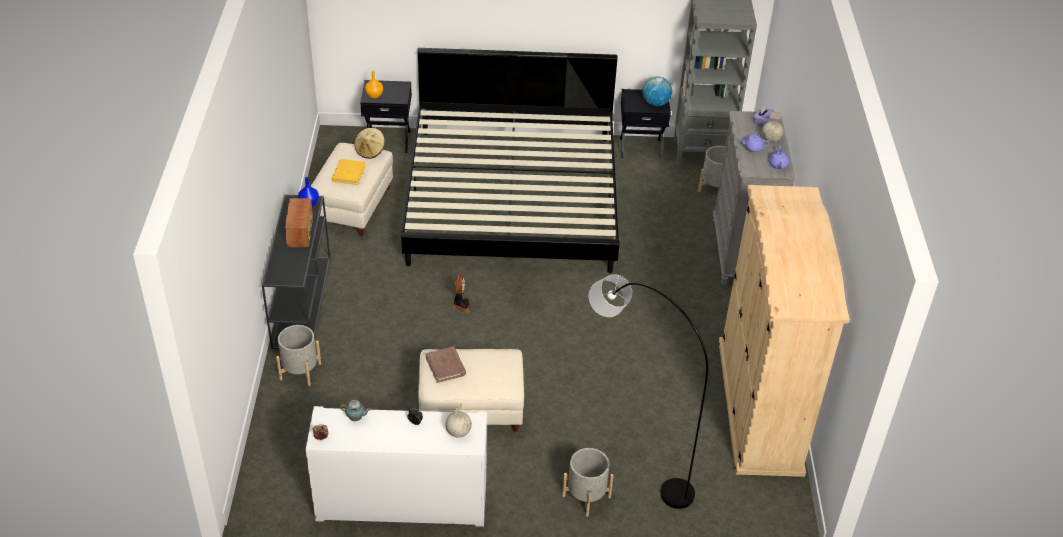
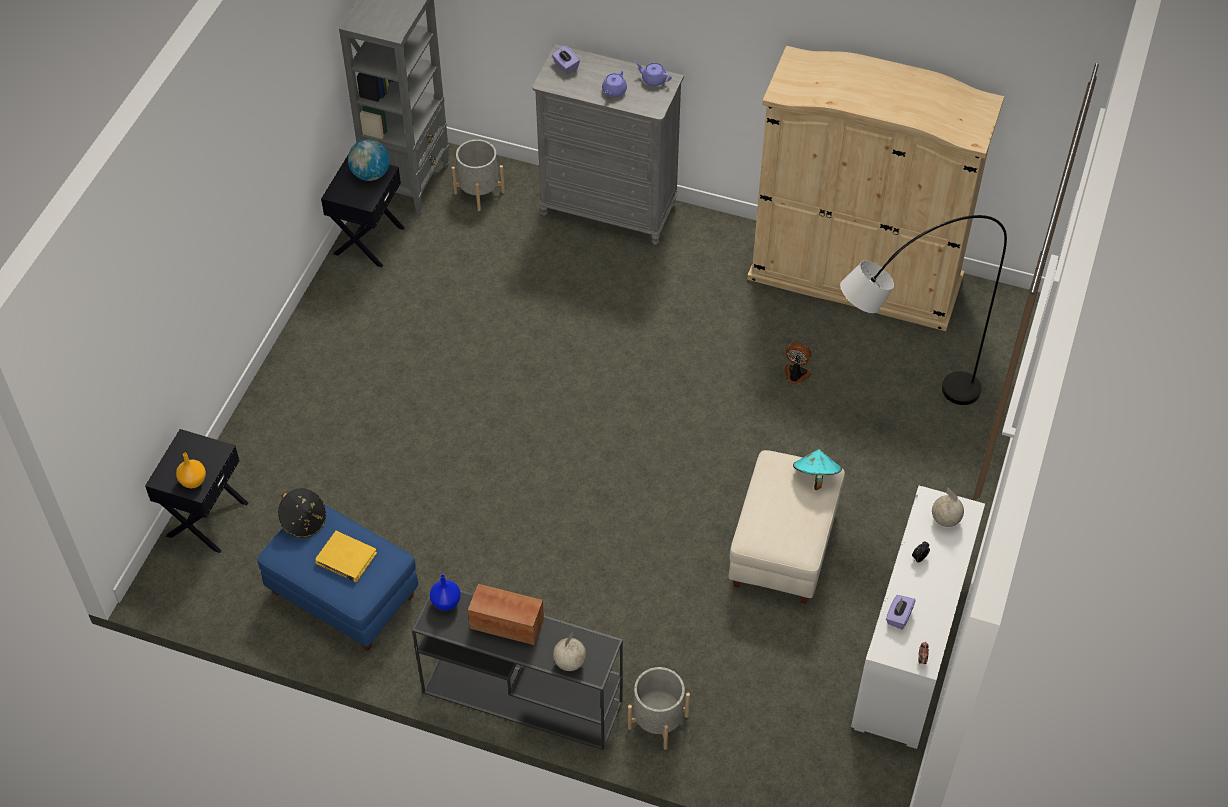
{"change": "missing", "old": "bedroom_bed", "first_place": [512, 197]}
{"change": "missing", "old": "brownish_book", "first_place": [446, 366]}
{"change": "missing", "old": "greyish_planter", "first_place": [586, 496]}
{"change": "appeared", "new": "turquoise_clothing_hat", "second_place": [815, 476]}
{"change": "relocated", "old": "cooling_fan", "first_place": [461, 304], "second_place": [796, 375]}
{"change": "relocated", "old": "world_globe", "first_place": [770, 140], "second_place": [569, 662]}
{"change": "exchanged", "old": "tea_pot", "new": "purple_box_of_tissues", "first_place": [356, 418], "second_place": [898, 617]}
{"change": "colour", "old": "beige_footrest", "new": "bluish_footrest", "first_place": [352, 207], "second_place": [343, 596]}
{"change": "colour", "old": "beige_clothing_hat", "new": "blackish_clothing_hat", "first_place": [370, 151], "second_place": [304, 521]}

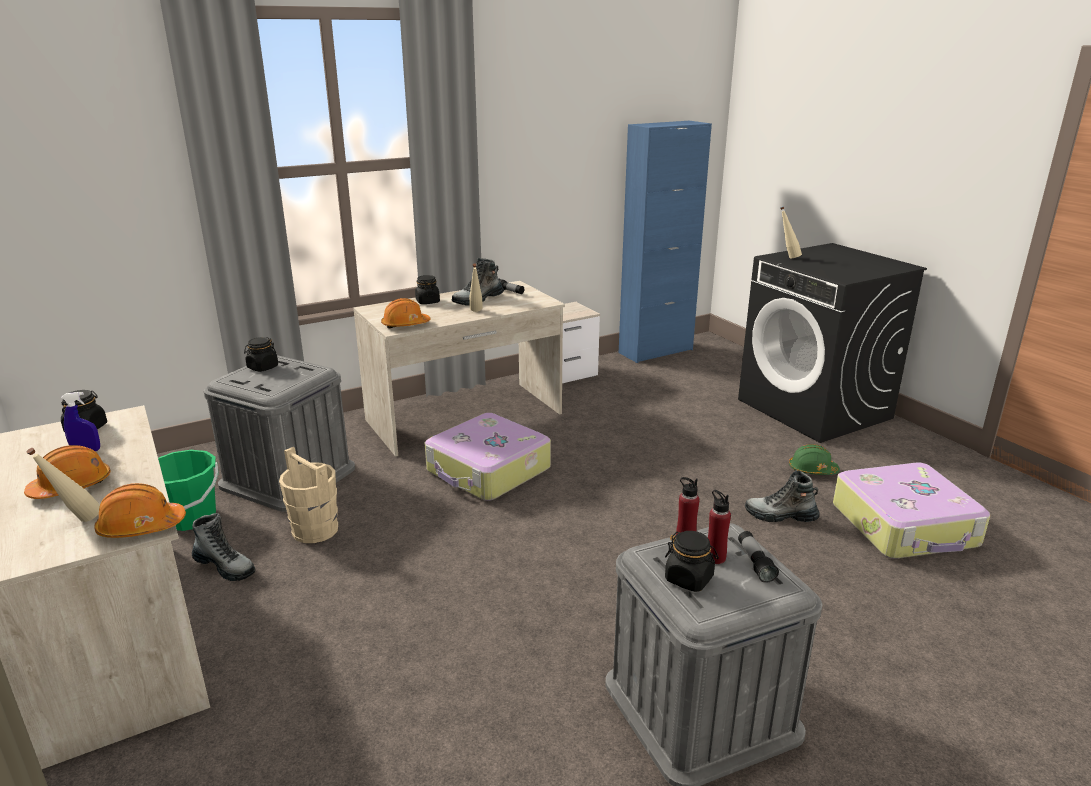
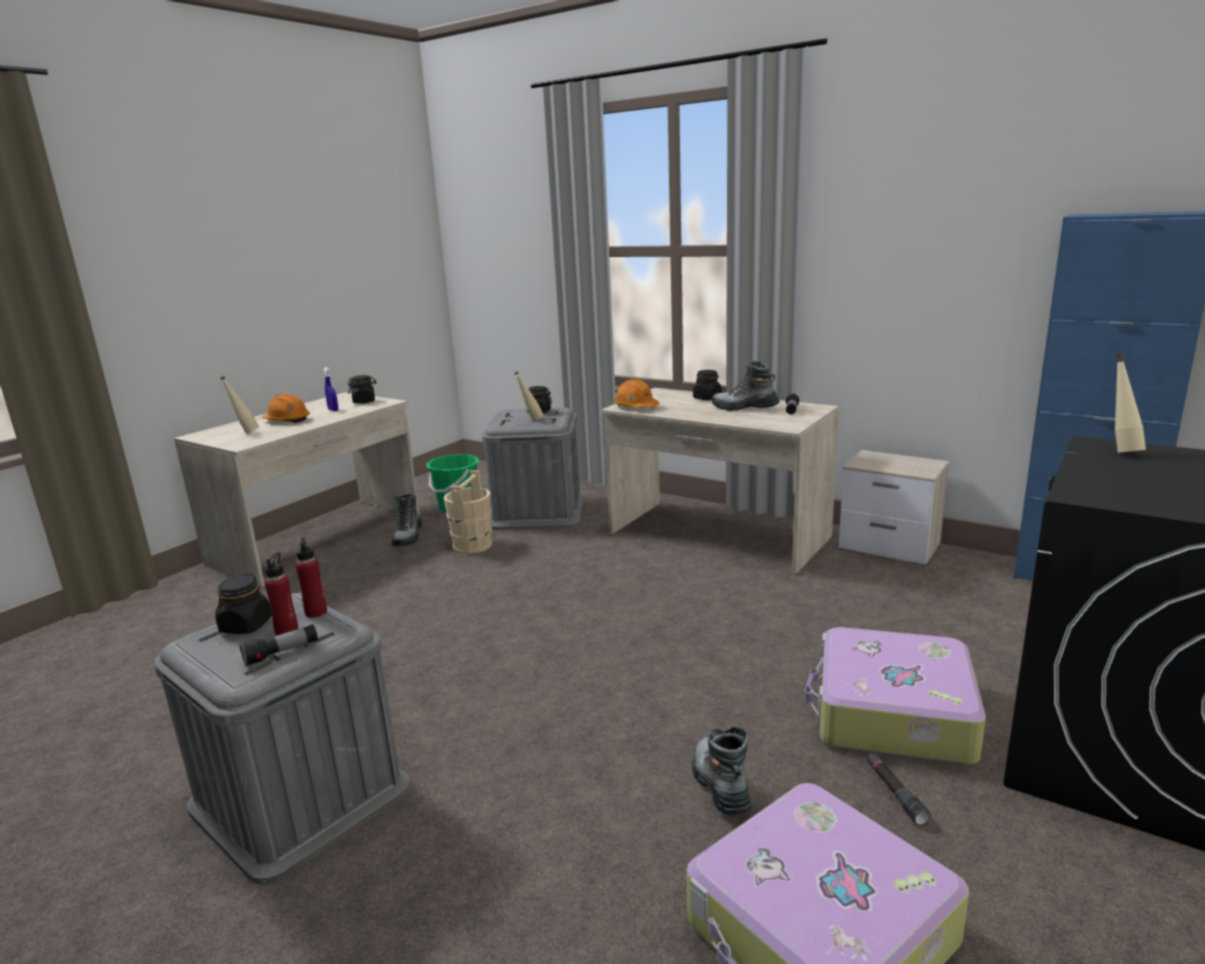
{"change": "missing", "old": "orangey_safety_helmet", "first_place": [141, 527]}
{"change": "relocated", "old": "piece_of_luggage", "first_place": [488, 471], "second_place": [891, 714]}
{"change": "relocated", "old": "beige_beverage_bottle", "first_place": [476, 312], "second_place": [531, 420]}
{"change": "exchanged", "old": "green-coloured_safety_helmet", "new": "blackish_flashlight", "first_place": [812, 470], "second_place": [895, 793]}

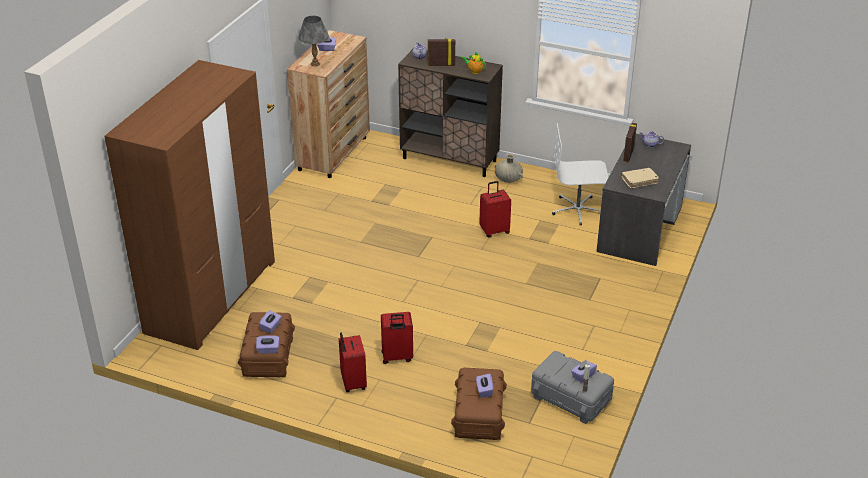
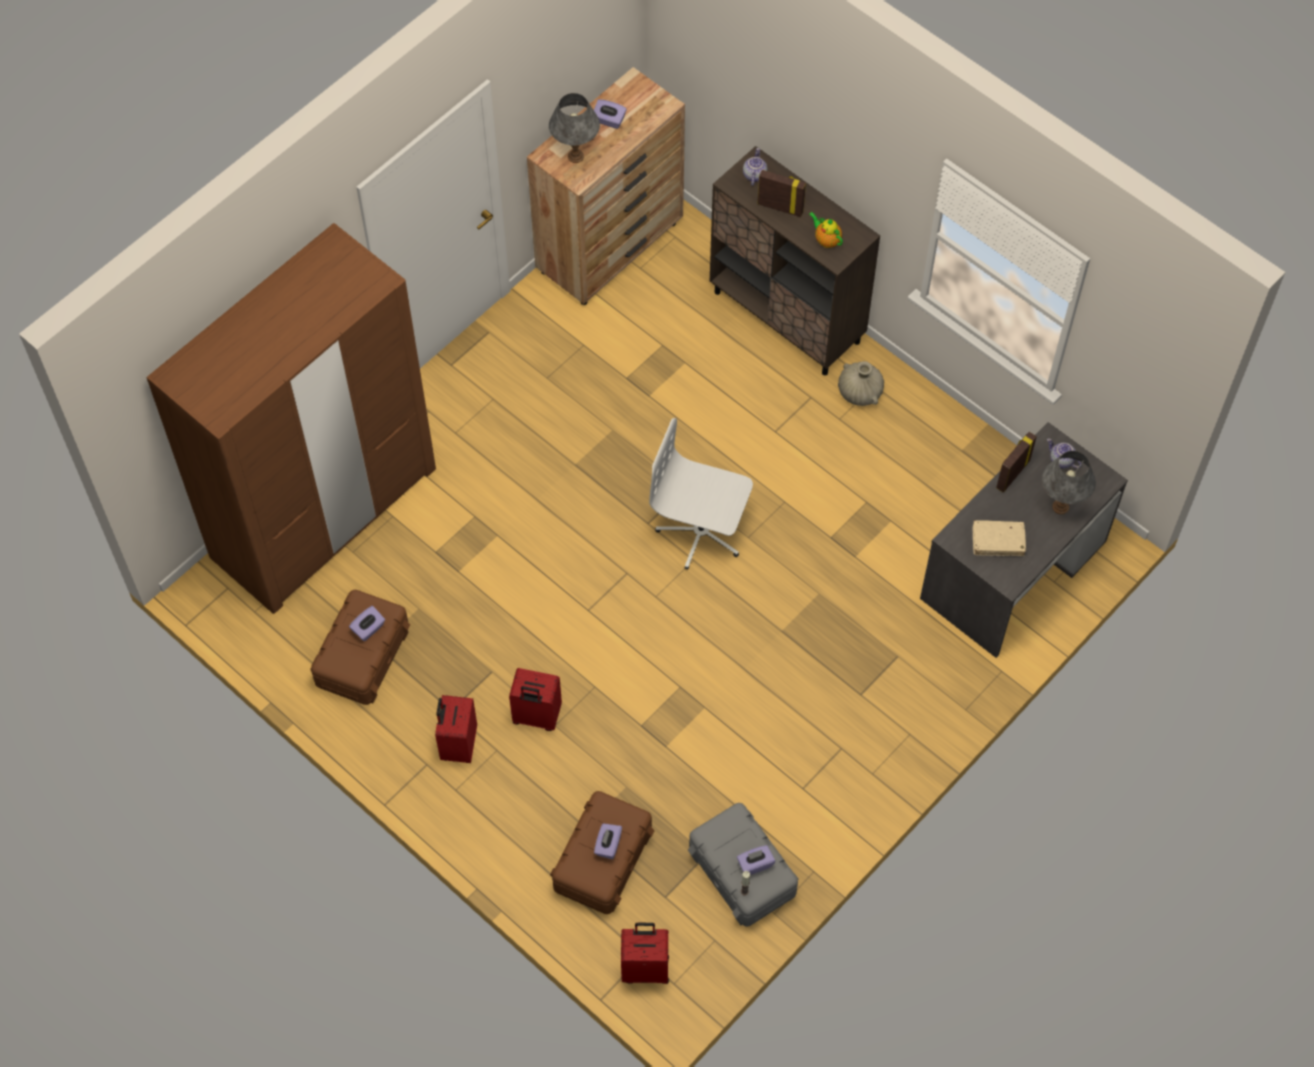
{"change": "missing", "old": "purple_box_of_tissues", "first_place": [268, 350]}
{"change": "appeared", "new": "greyish_tabletop_lamp", "second_place": [1060, 506]}
{"change": "relocated", "old": "red_piece_of_luggage", "first_place": [494, 231], "second_place": [645, 968]}
{"change": "relocated", "old": "whitish_computer_chair", "first_place": [578, 210], "second_place": [701, 533]}

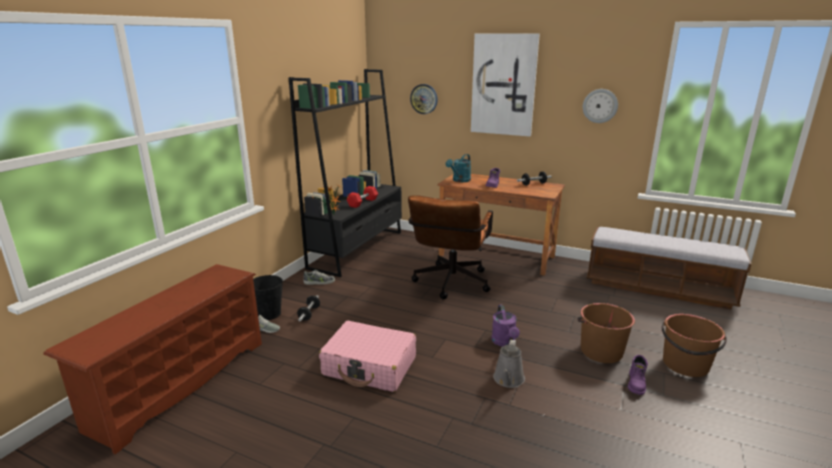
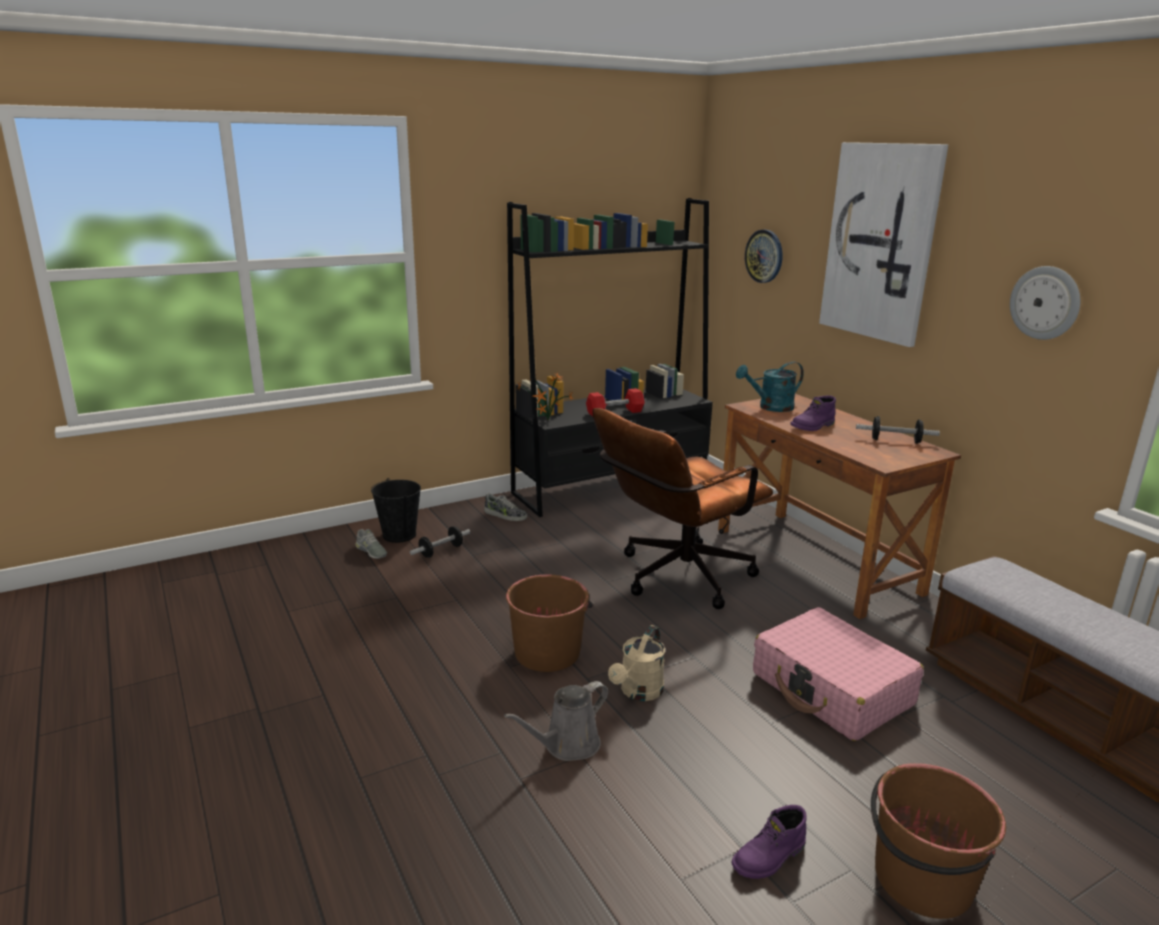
{"change": "missing", "old": "brownish_shoe_rack", "first_place": [180, 382]}
{"change": "relocated", "old": "pink_piece_of_luggage", "first_place": [370, 366], "second_place": [832, 689]}
{"change": "relocated", "old": "brownish_pail", "first_place": [600, 351], "second_place": [547, 652]}
{"change": "colour", "old": "purple_sprinkling_can", "new": "beige_sprinkling_can", "first_place": [504, 342], "second_place": [638, 692]}

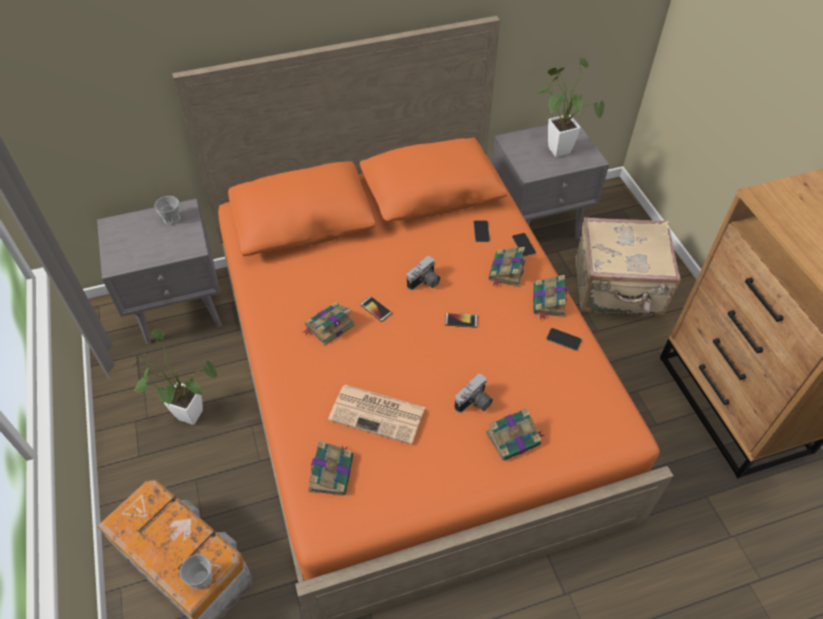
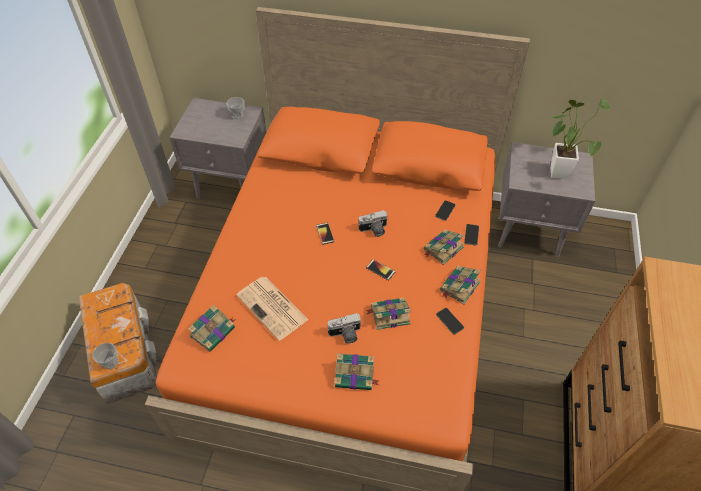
{"change": "missing", "old": "plant_in_a_pot", "first_place": [185, 413]}
{"change": "missing", "old": "beige_piece_of_luggage", "first_place": [618, 289]}
{"change": "relocated", "old": "book", "first_place": [329, 326], "second_place": [389, 315]}

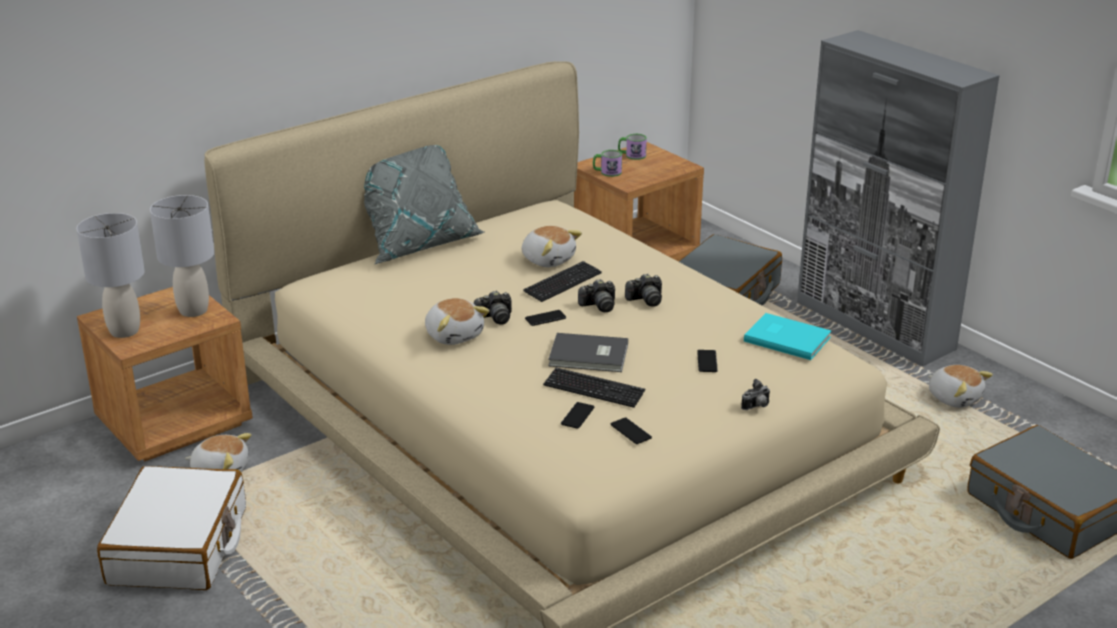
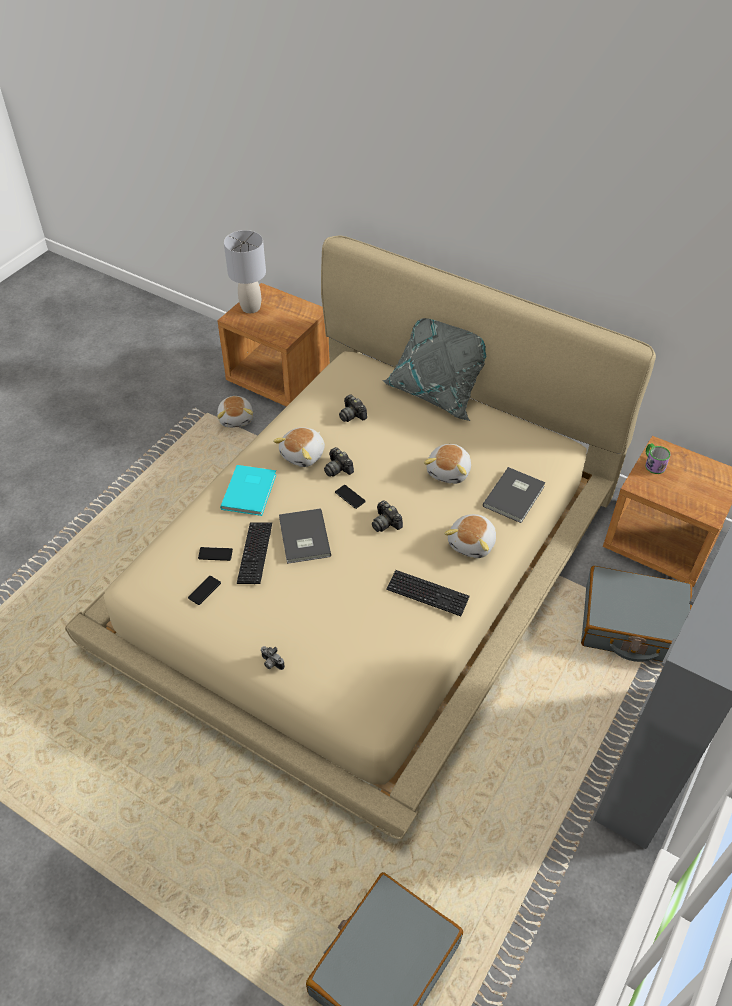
{"change": "missing", "old": "whitish_piece_of_luggage", "first_place": [179, 546]}
{"change": "missing", "old": "greyish_tabletop_lamp", "first_place": [194, 310]}
{"change": "missing", "old": "coffee_mug", "first_place": [632, 155]}
{"change": "missing", "old": "telephone", "first_place": [707, 361]}
{"change": "appeared", "new": "greyish_book", "second_place": [515, 496]}
{"change": "relocated", "old": "computer_keyboard", "first_place": [562, 283], "second_place": [427, 594]}
{"change": "relocated", "old": "still_camera", "first_place": [646, 300], "second_place": [352, 415]}
{"change": "relocated", "old": "turquoise_book", "first_place": [786, 338], "second_place": [251, 491]}
{"change": "relocated", "old": "cuddly_toy", "first_place": [954, 398], "second_place": [472, 543]}

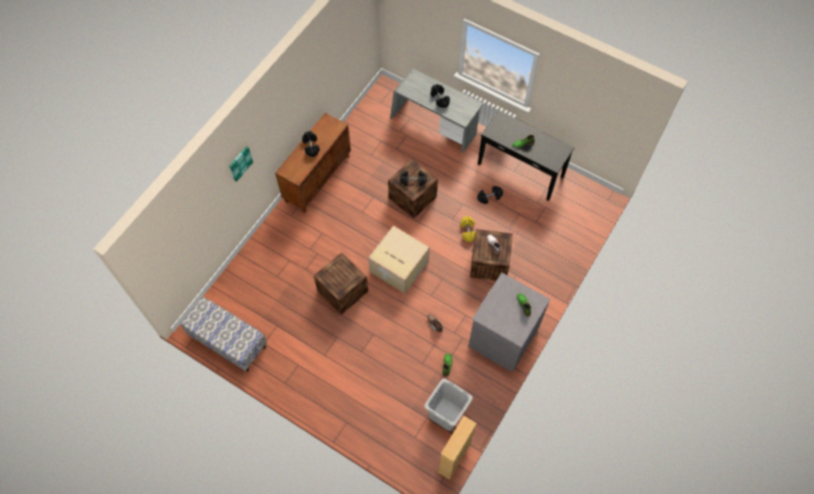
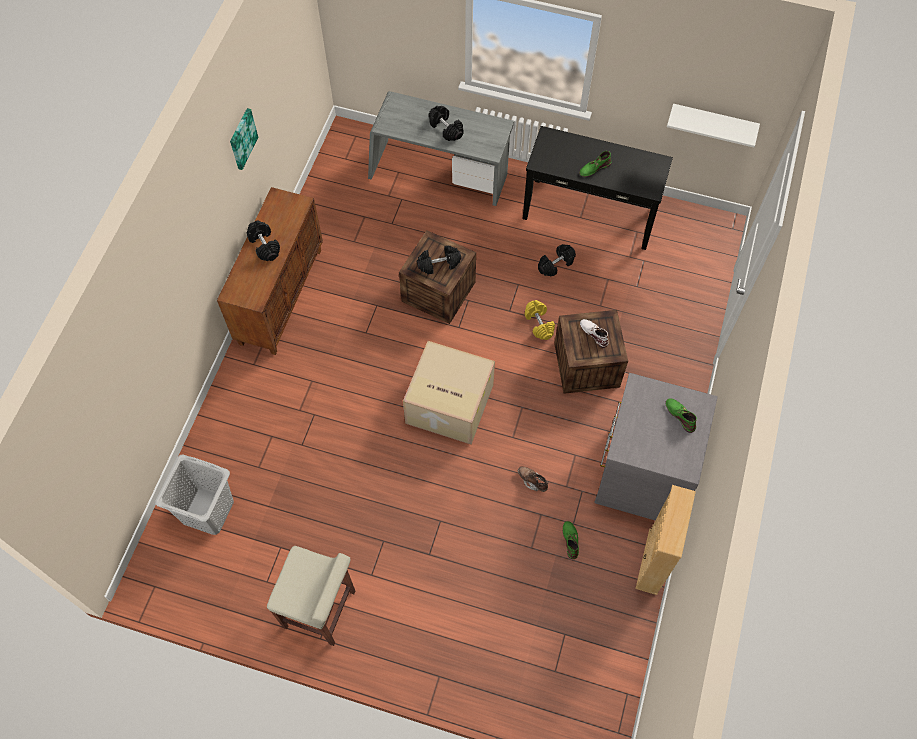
{"change": "missing", "old": "long_seat", "first_place": [228, 341]}
{"change": "missing", "old": "packing_crate", "first_place": [342, 291]}
{"change": "appeared", "new": "beige_sitting_stool", "second_place": [321, 610]}
{"change": "appeared", "new": "whitish_wall_shelf", "second_place": [713, 122]}
{"change": "relocated", "old": "wall_picture", "first_place": [240, 163], "second_place": [242, 138]}
{"change": "relocated", "old": "greyish_laundry_basket", "first_place": [446, 414], "second_place": [207, 511]}
{"change": "relocated", "old": "beige_bookshelf", "first_place": [454, 458], "second_place": [653, 561]}

